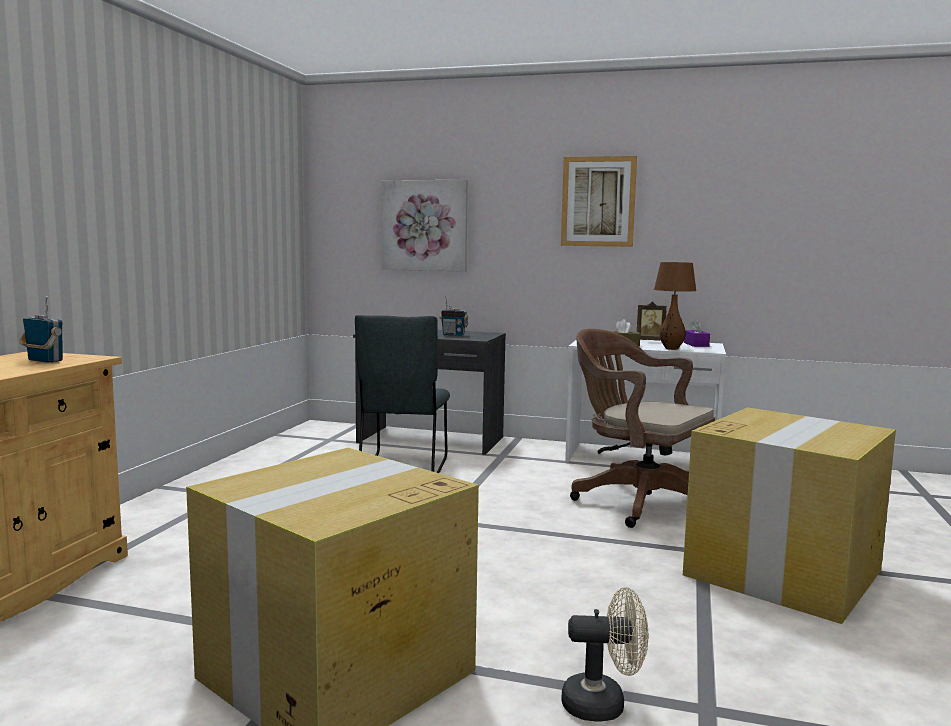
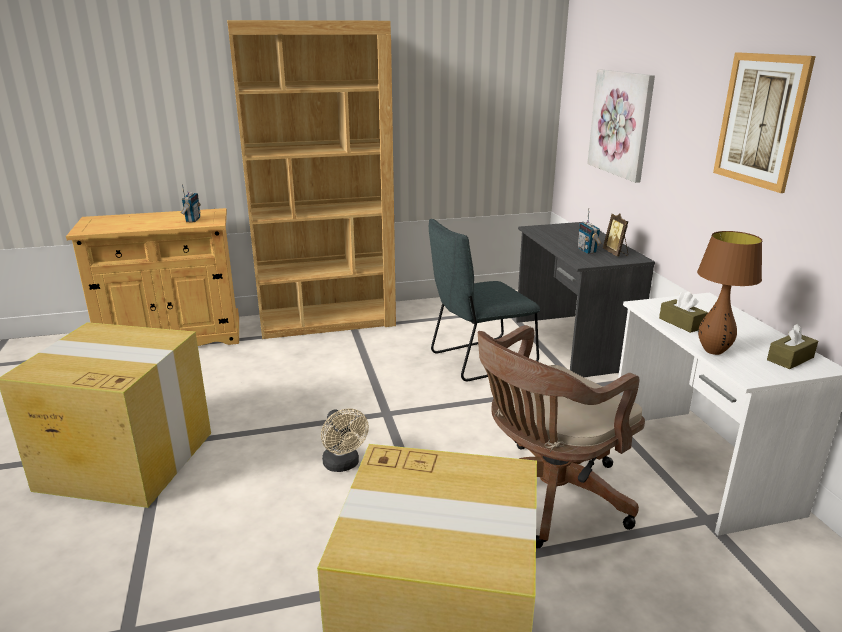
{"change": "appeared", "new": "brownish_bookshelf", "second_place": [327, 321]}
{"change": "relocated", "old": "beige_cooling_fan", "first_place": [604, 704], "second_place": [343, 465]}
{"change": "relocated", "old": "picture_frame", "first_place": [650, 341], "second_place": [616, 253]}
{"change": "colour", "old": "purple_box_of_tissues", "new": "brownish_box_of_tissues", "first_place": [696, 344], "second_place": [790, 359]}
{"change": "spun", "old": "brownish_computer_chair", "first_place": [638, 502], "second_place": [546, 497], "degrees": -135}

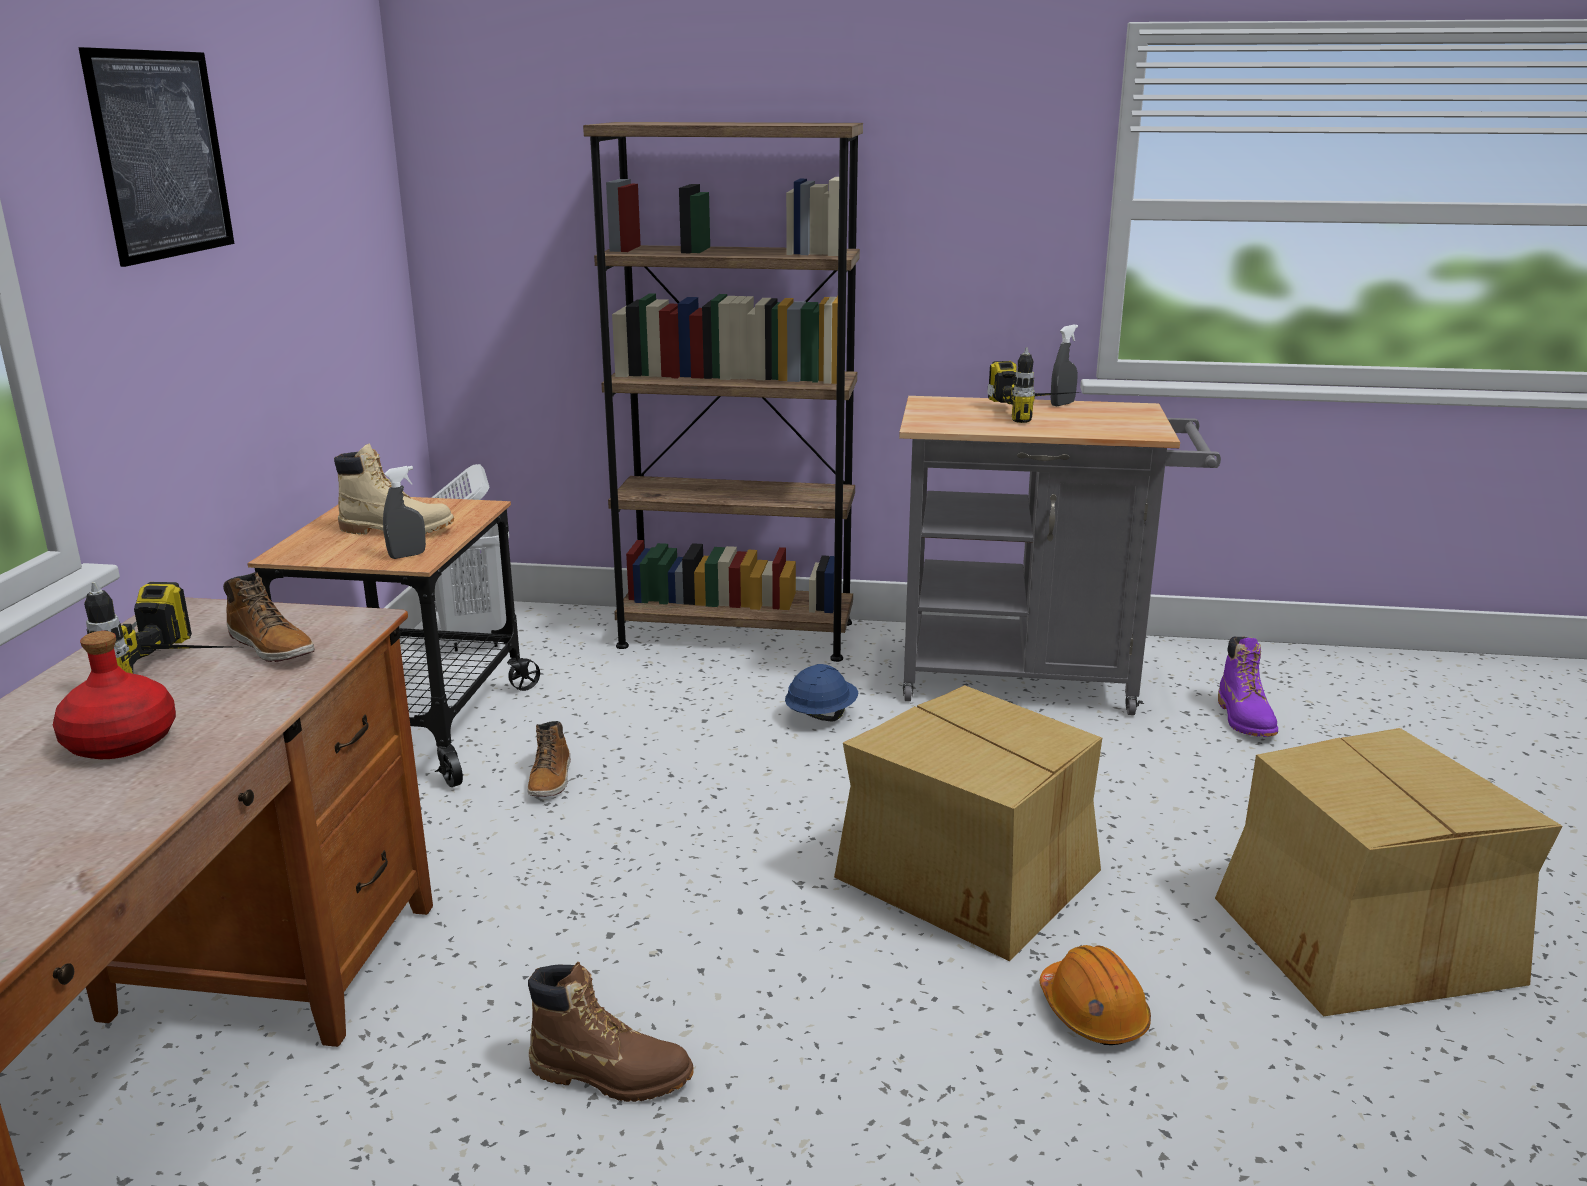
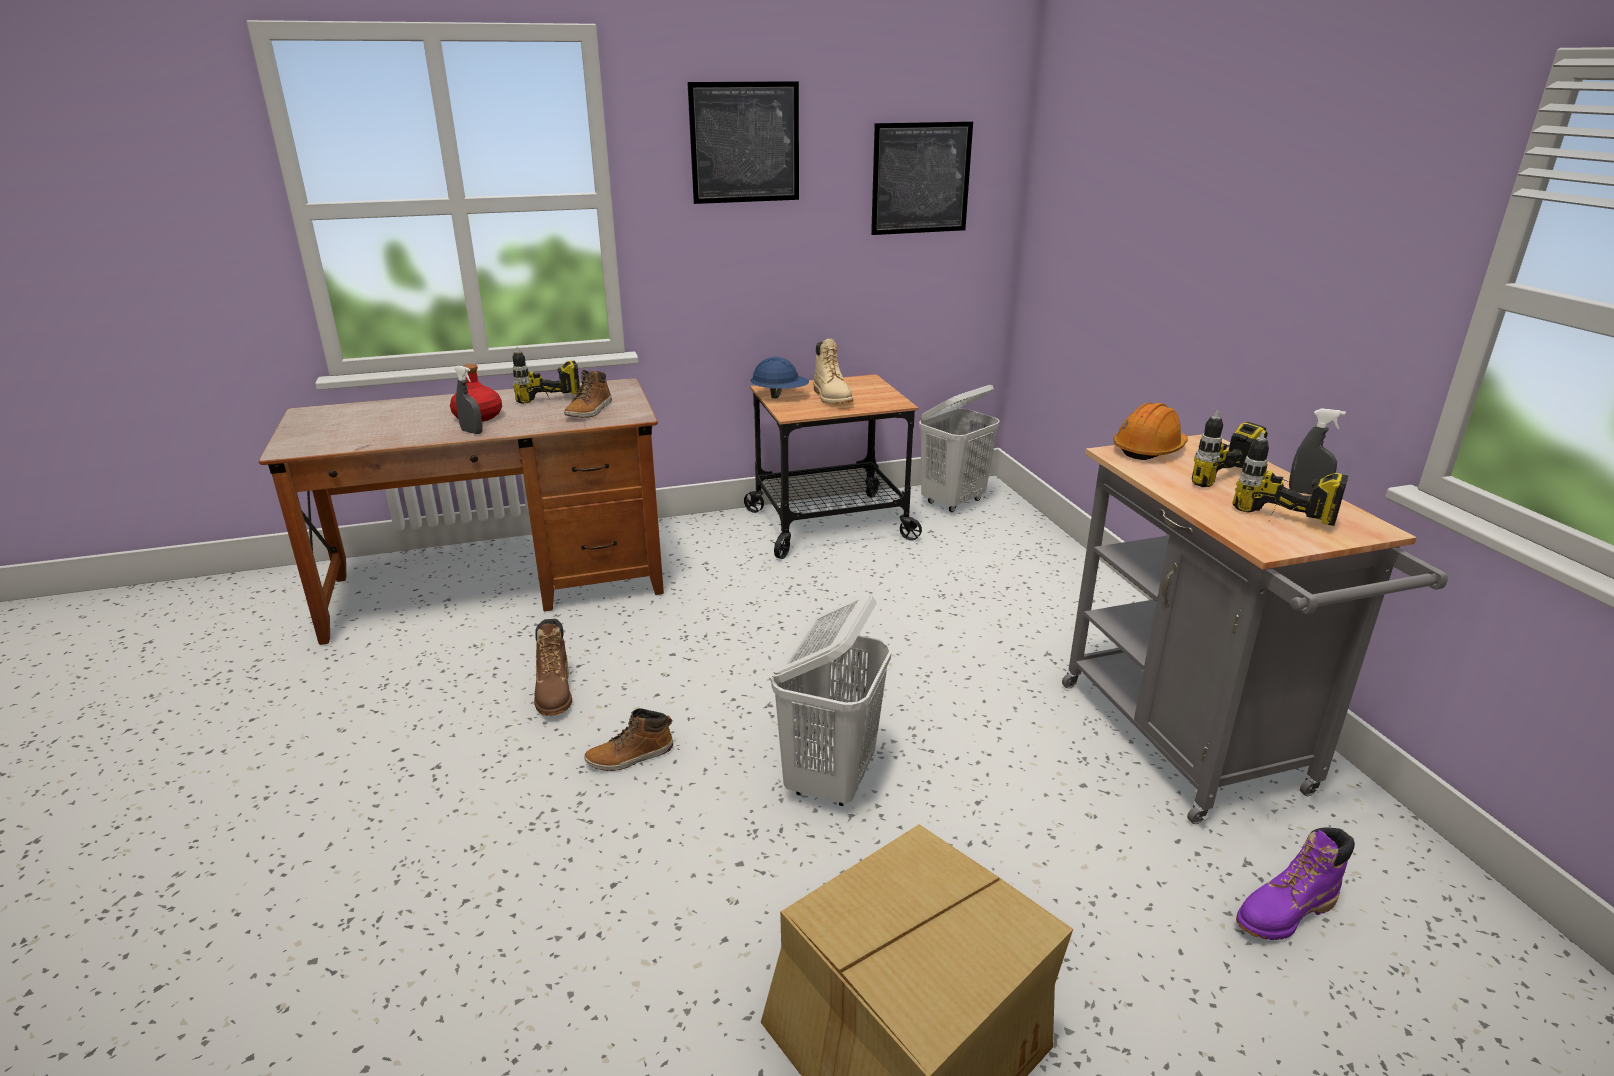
{"change": "missing", "old": "brownish_bookshelf", "first_place": [736, 634]}
{"change": "appeared", "new": "wall_picture", "second_place": [921, 178]}
{"change": "appeared", "new": "electric_drill", "second_place": [1276, 529]}
{"change": "relocated", "old": "greyish_hand_sprayer", "first_place": [407, 555], "second_place": [472, 432]}
{"change": "relocated", "old": "high-top_boot", "first_place": [551, 779], "second_place": [630, 756]}
{"change": "relocated", "old": "bluish_safety_helmet", "first_place": [821, 715], "second_place": [780, 396]}
{"change": "relocated", "old": "orangey_safety_helmet", "first_place": [1093, 1012], "second_place": [1149, 449]}
{"change": "exchanged", "old": "packing_box", "new": "whitish_laundry_basket", "first_place": [971, 877], "second_place": [830, 779]}

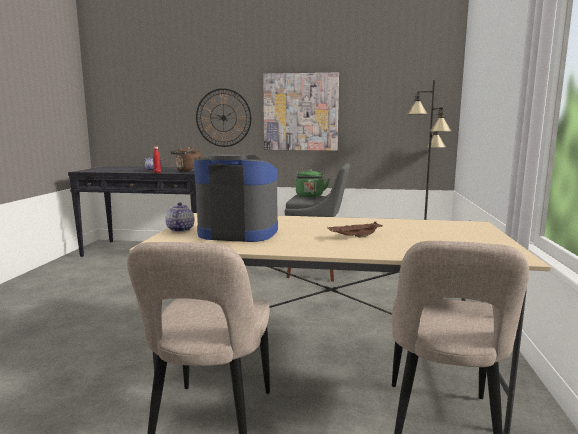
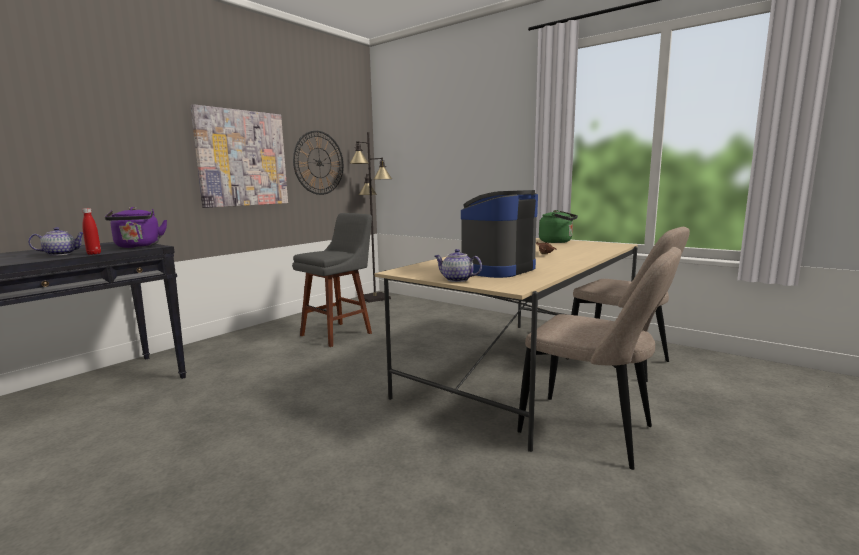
{"change": "relocated", "old": "clock_on_the_wall", "first_place": [223, 118], "second_place": [319, 163]}
{"change": "relocated", "old": "green-coloured_water_kettle", "first_place": [310, 196], "second_place": [557, 242]}
{"change": "colour", "old": "brownish_water_kettle", "new": "purple_water_kettle", "first_place": [188, 171], "second_place": [138, 246]}

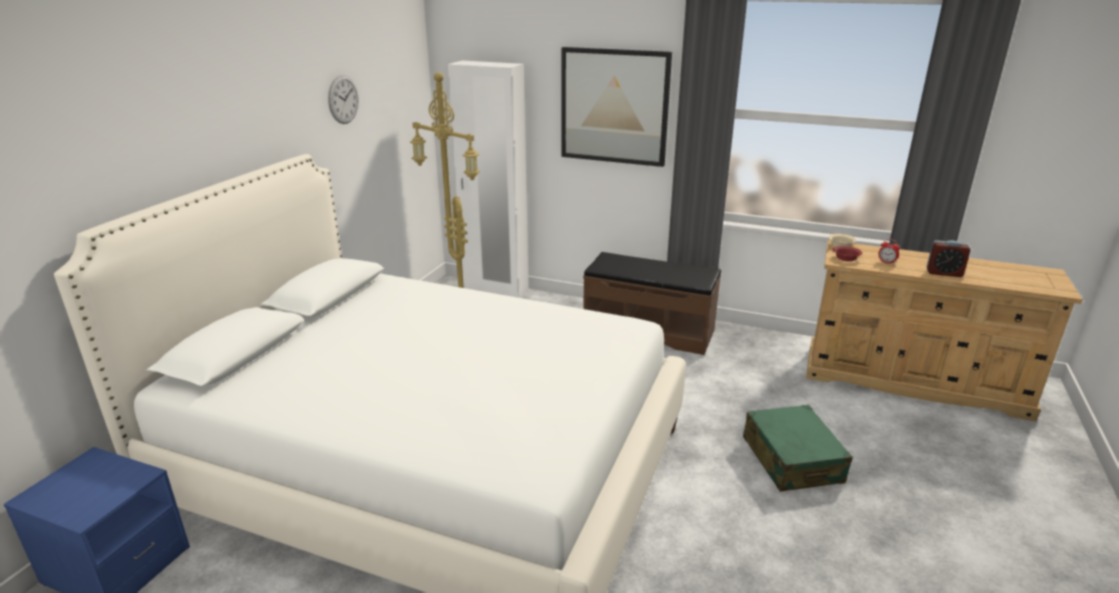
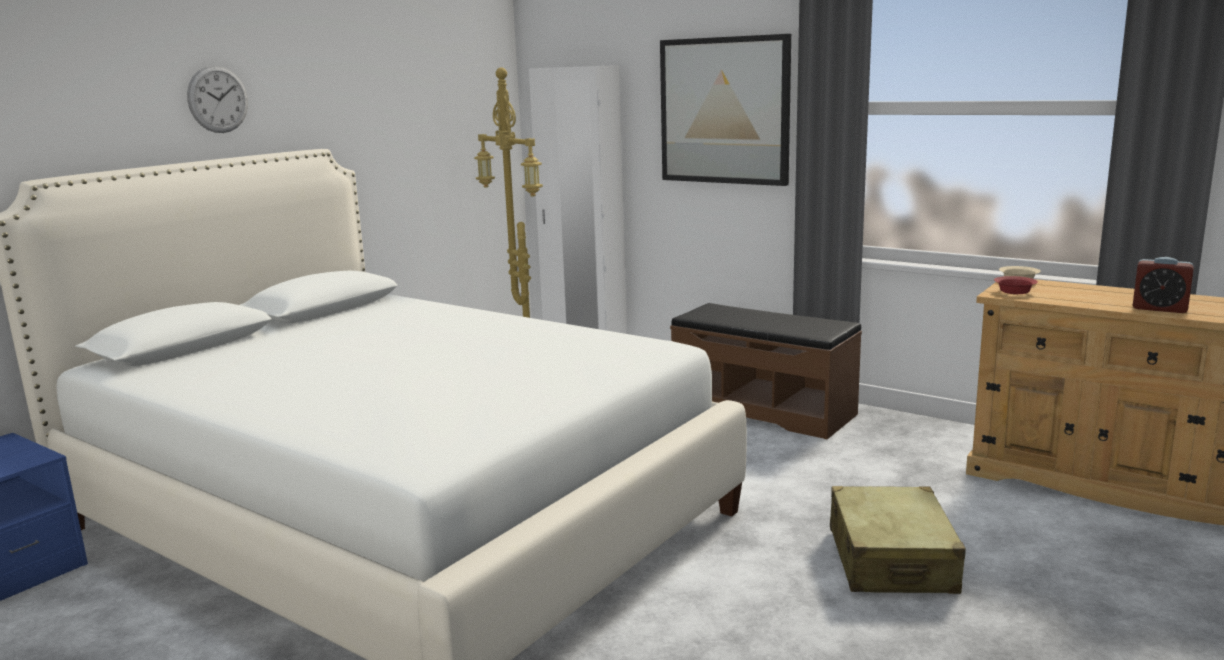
{"change": "missing", "old": "table_clock", "first_place": [886, 262]}
{"change": "relocated", "old": "clock_on_the_wall", "first_place": [343, 99], "second_place": [218, 99]}
{"change": "colour", "old": "green-coloured_piece_of_luggage", "new": "beige_piece_of_luggage", "first_place": [792, 460], "second_place": [891, 560]}

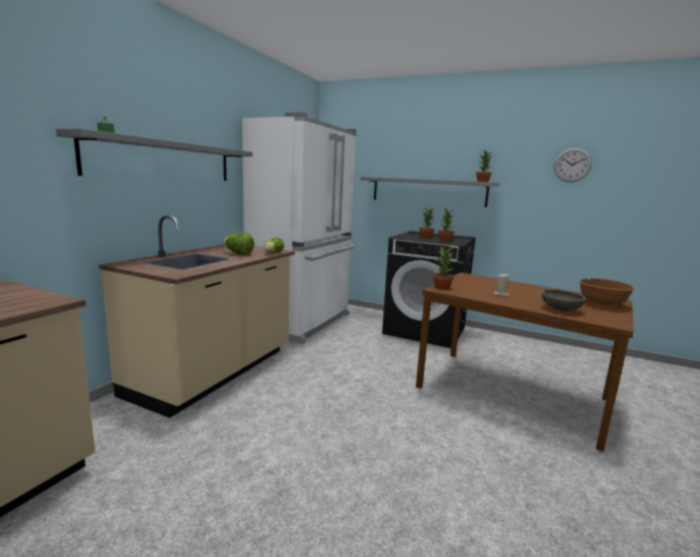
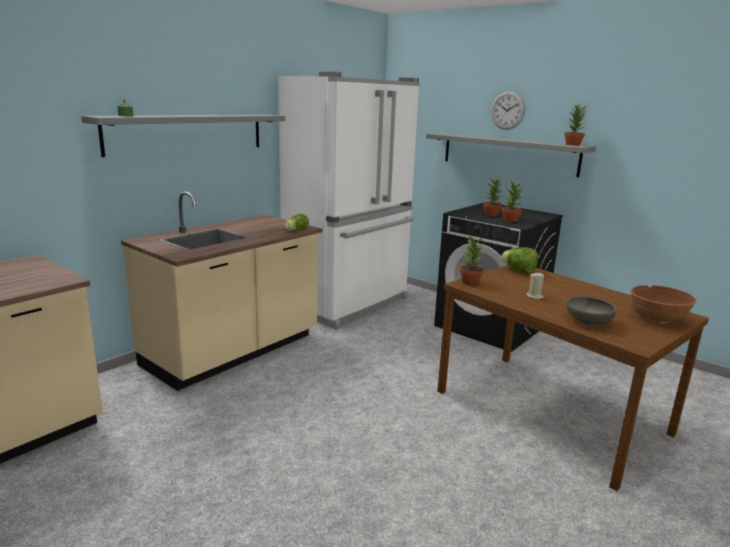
{"change": "relocated", "old": "head_of_lettuce", "first_place": [238, 254], "second_place": [518, 271]}
{"change": "relocated", "old": "clock_on_the_wall", "first_place": [572, 165], "second_place": [507, 110]}

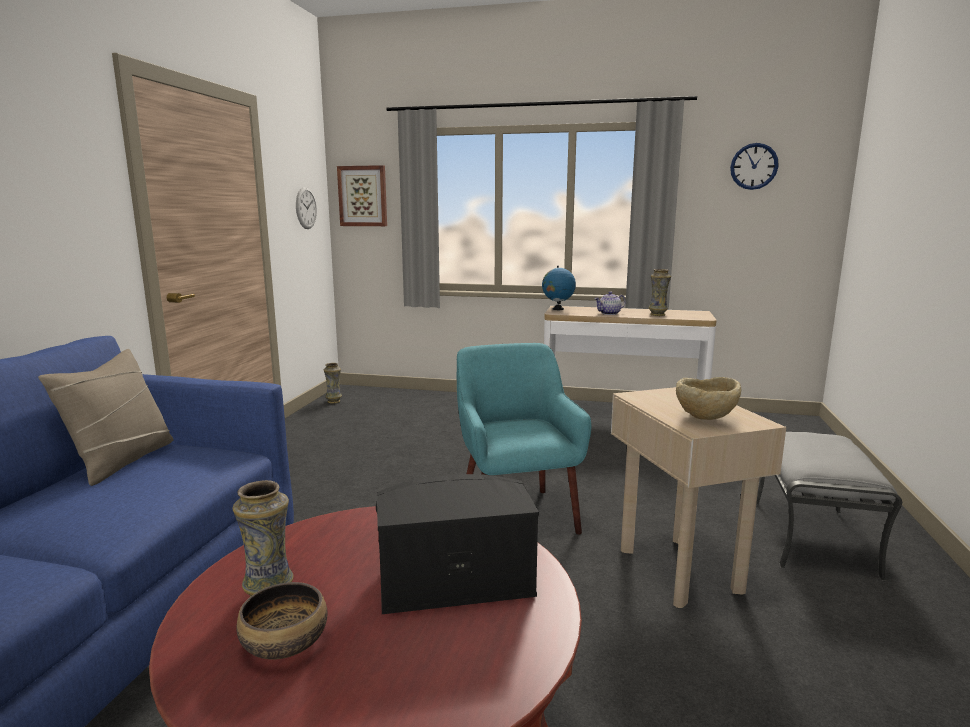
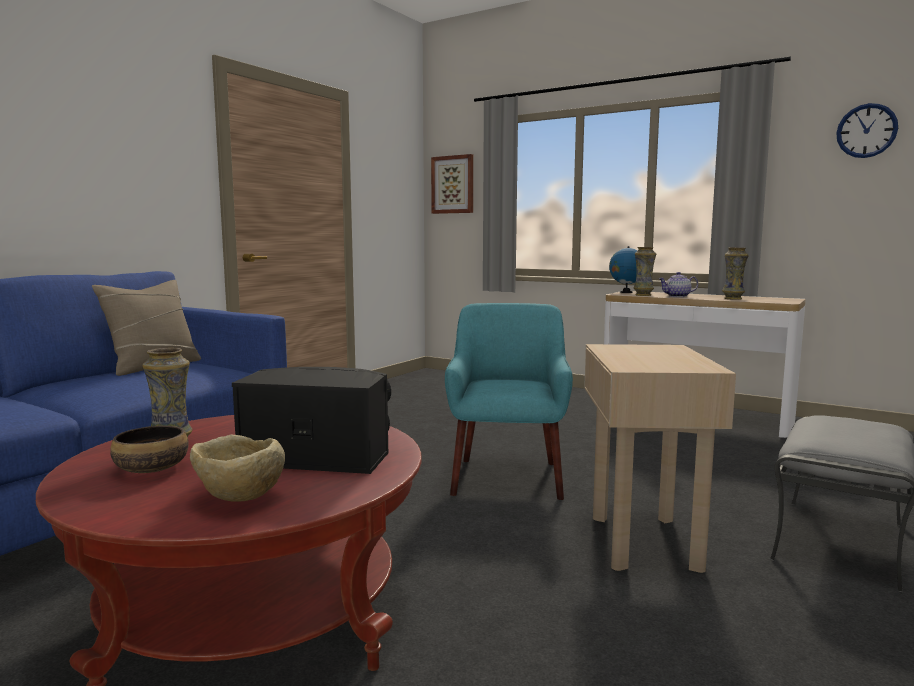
{"change": "missing", "old": "clock_on_the_wall", "first_place": [306, 208]}
{"change": "relocated", "old": "flower_vase", "first_place": [334, 401], "second_place": [643, 295]}
{"change": "relocated", "old": "beige_serving_bowl", "first_place": [705, 419], "second_place": [239, 500]}

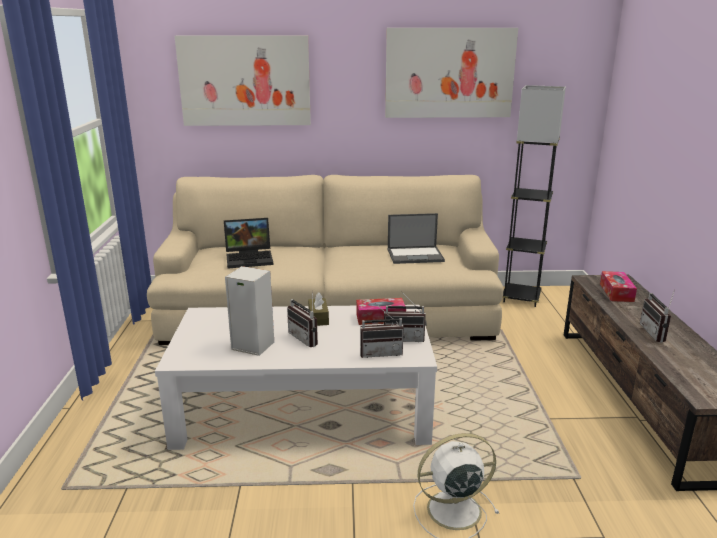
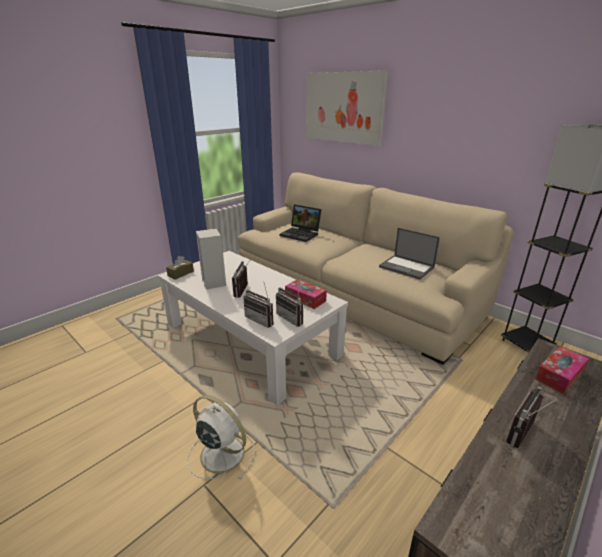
{"change": "missing", "old": "wall_picture", "first_place": [449, 73]}
{"change": "relocated", "old": "brownish_box_of_tissues", "first_place": [318, 318], "second_place": [181, 273]}

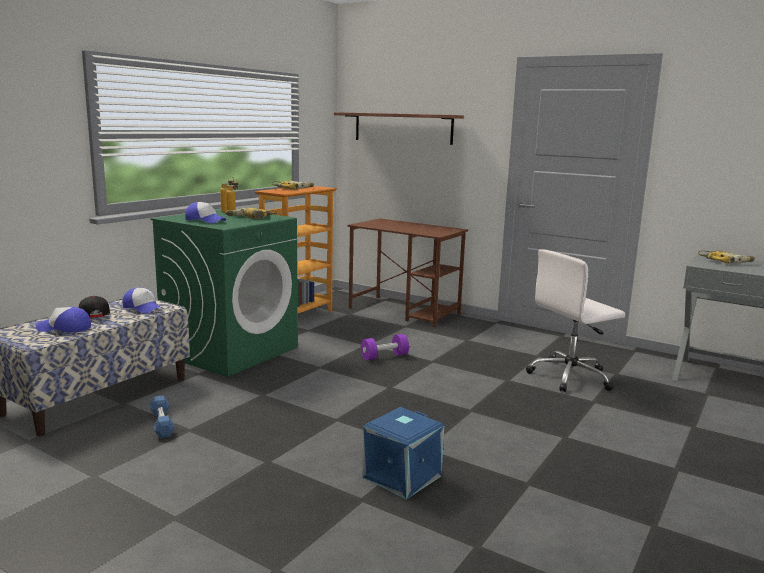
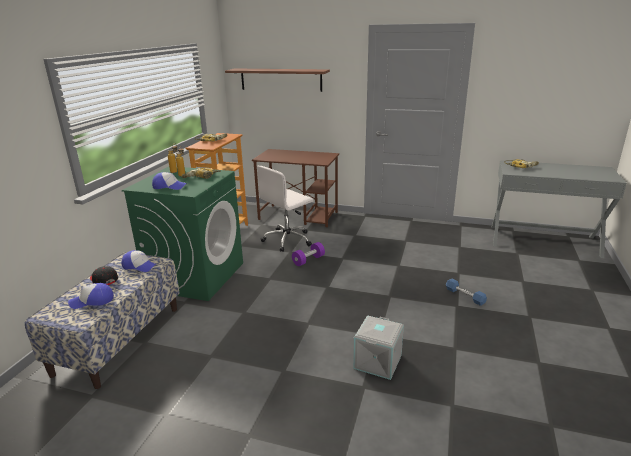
{"change": "relocated", "old": "bluish_dumbbell", "first_place": [162, 423], "second_place": [465, 296]}
{"change": "relocated", "old": "whitish_computer_chair", "first_place": [571, 377], "second_place": [288, 240]}
{"change": "colour", "old": "bluish_storage_box", "new": "greyish_storage_box", "first_place": [402, 477], "second_place": [378, 362]}

